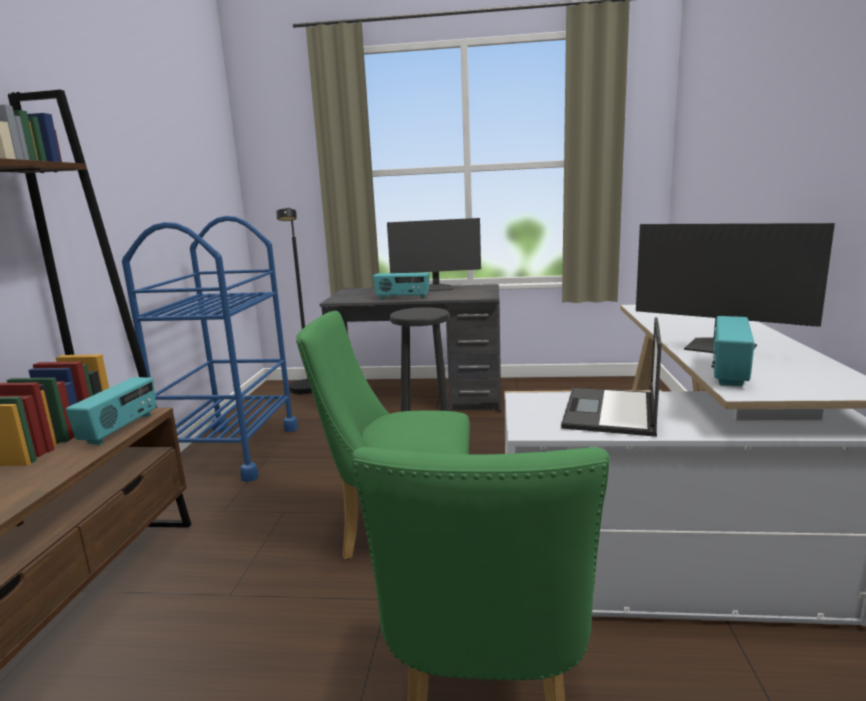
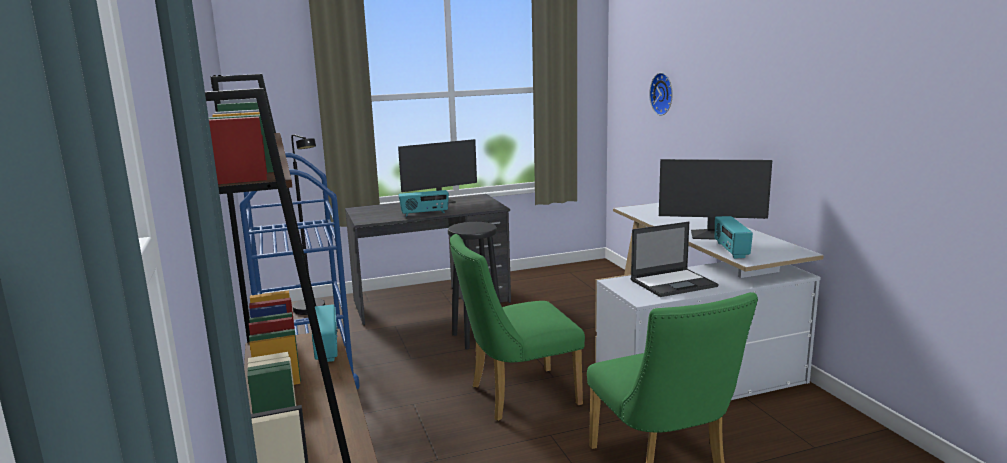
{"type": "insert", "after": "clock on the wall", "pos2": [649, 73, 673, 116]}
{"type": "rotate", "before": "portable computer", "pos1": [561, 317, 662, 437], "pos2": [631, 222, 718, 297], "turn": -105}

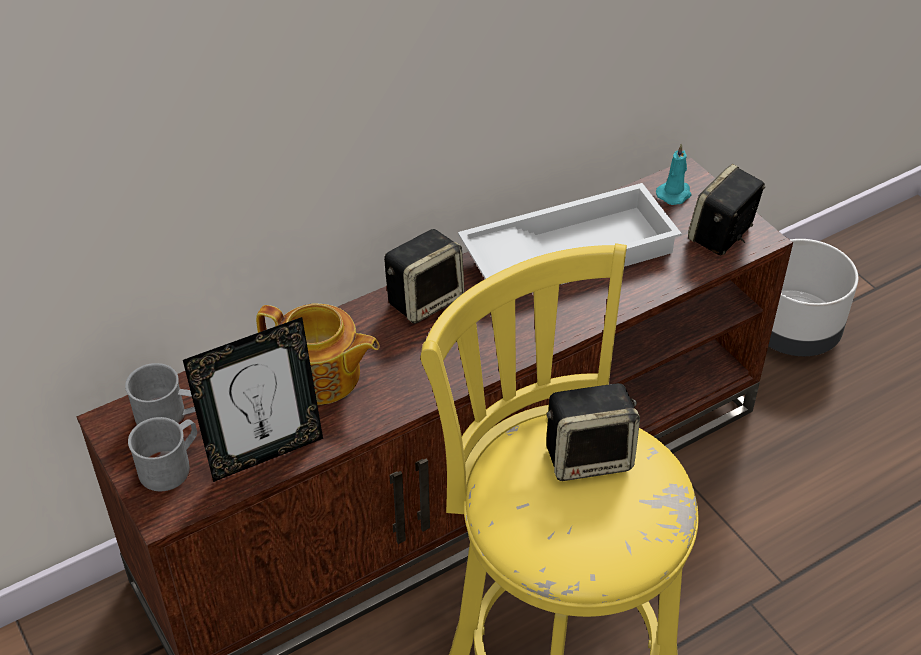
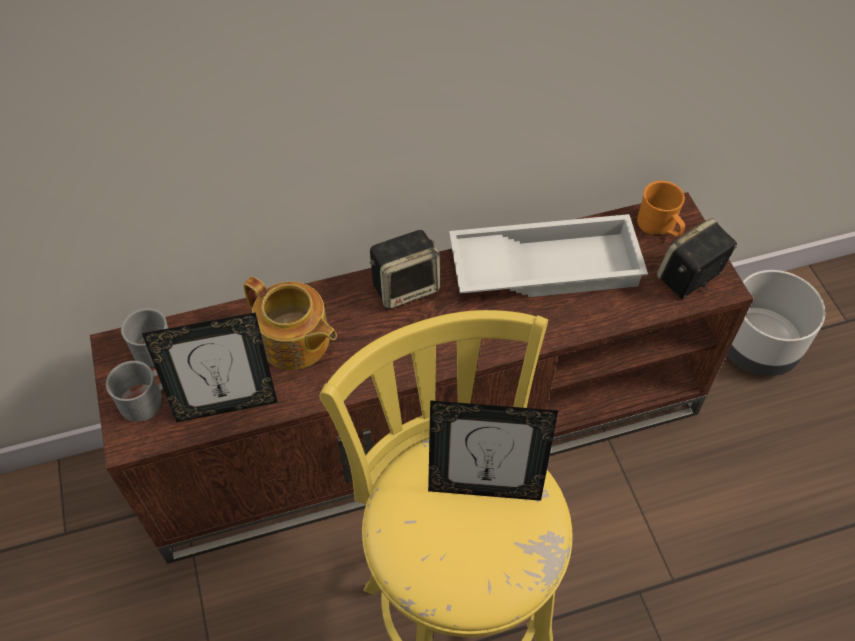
{"type": "replace", "before": "audio speaker", "after": "picture frame", "pos1": [546, 383, 640, 481], "pos2": [428, 400, 558, 501]}
{"type": "replace", "before": "blue-green candle", "after": "orange tea mug", "pos1": [656, 143, 692, 205], "pos2": [637, 181, 685, 236]}

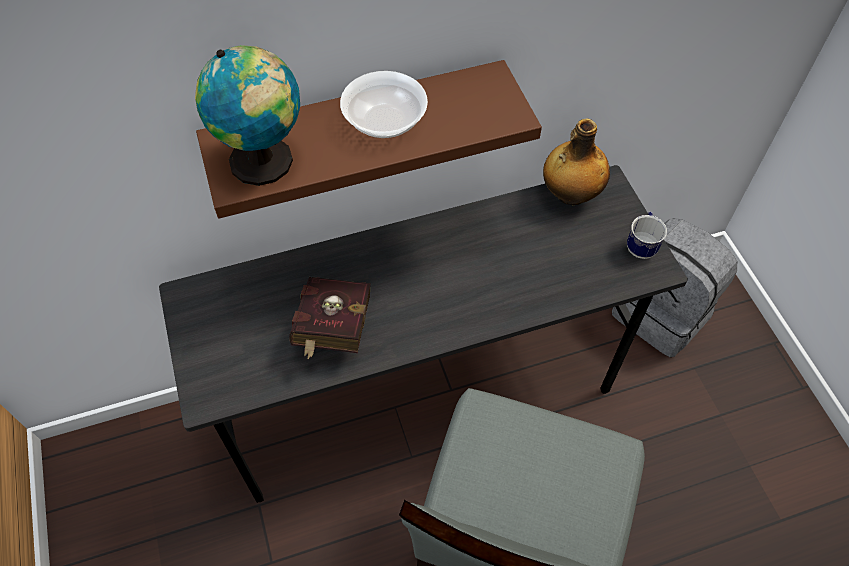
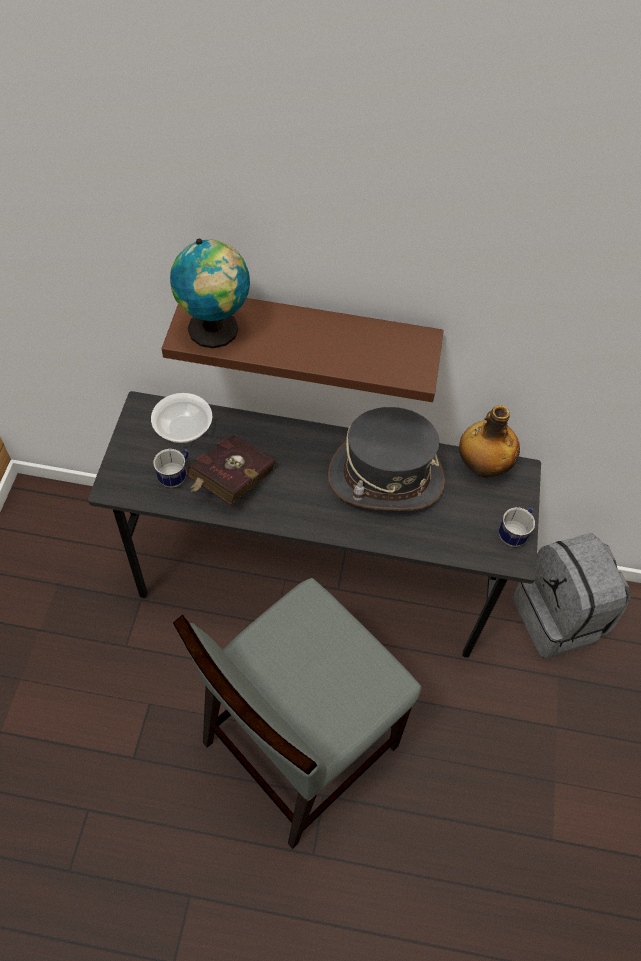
{"type": "insert", "after": "tea mug", "pos2": [153, 449, 189, 488]}
{"type": "insert", "after": "greyish hat", "pos2": [327, 407, 445, 511]}
{"type": "move", "before": "deep dish", "pos1": [340, 71, 428, 138], "pos2": [151, 393, 212, 443]}

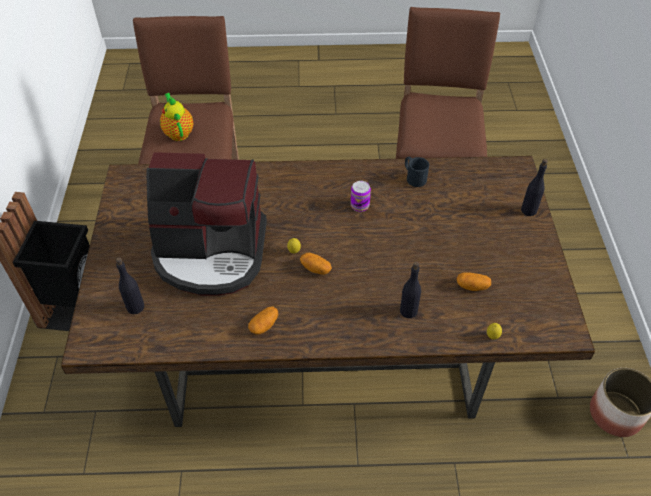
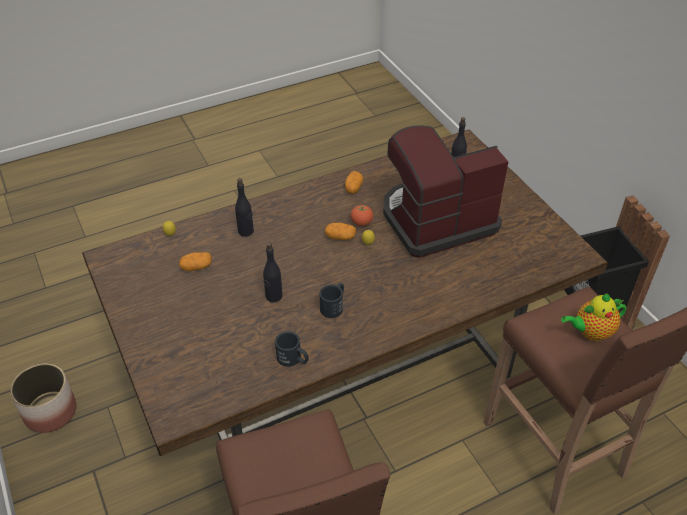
{"type": "insert", "after": "fresh tomato", "pos2": [351, 205, 373, 226]}
{"type": "move", "before": "black beverage bottle", "pos1": [521, 159, 548, 216], "pos2": [263, 242, 283, 302]}
{"type": "replace", "before": "metal can", "after": "black tea mug", "pos1": [351, 181, 371, 212], "pos2": [319, 283, 344, 318]}
{"type": "rotate", "before": "tea pot", "pos1": [160, 93, 193, 141], "pos2": [561, 293, 626, 341], "turn": 120}

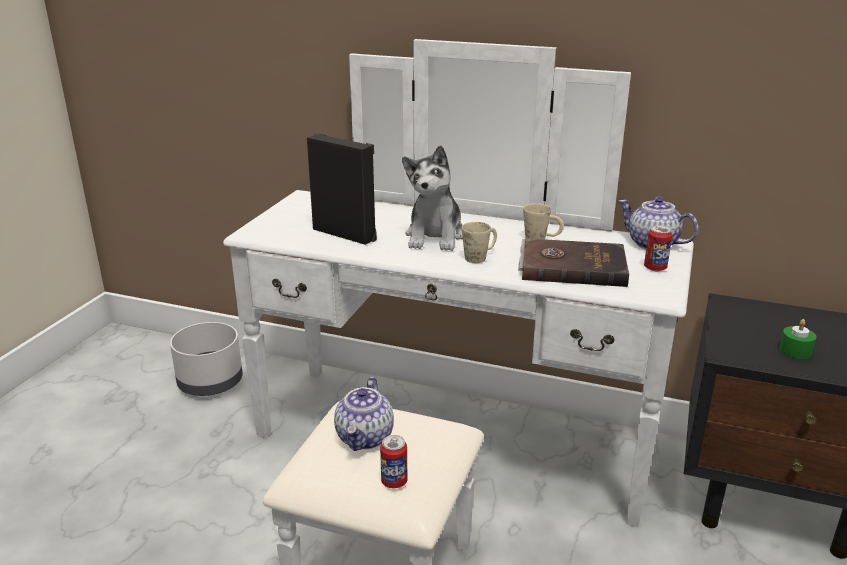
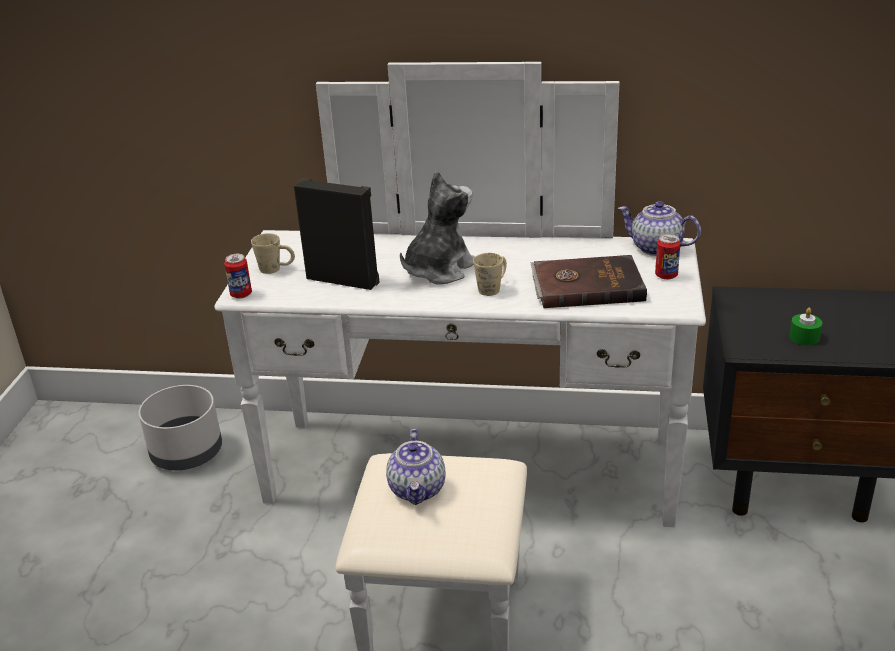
{"type": "move", "before": "metal can", "pos1": [380, 435, 407, 488], "pos2": [224, 254, 252, 299]}
{"type": "move", "before": "sand-coloured tea mug", "pos1": [523, 203, 564, 239], "pos2": [251, 233, 295, 274]}
{"type": "rotate", "before": "cuddly toy", "pos1": [402, 145, 463, 251], "pos2": [400, 171, 474, 284], "turn": -135}

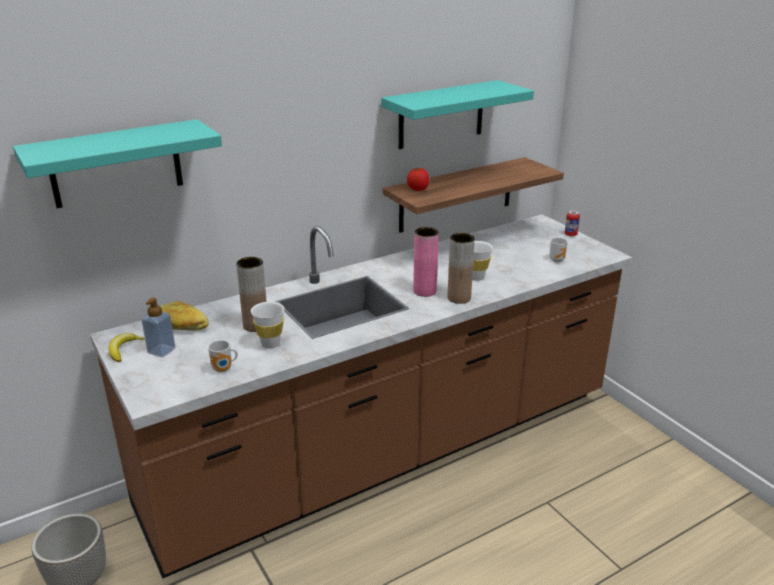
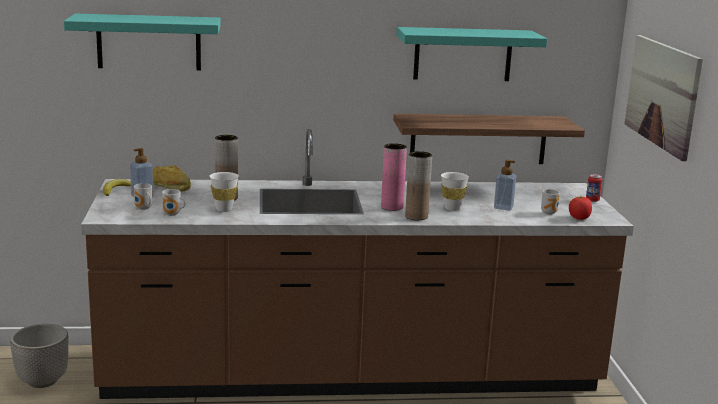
{"type": "insert", "after": "tea mug", "pos2": [134, 183, 152, 210]}
{"type": "insert", "after": "soap dispenser", "pos2": [494, 160, 516, 211]}
{"type": "insert", "after": "picture", "pos2": [625, 35, 703, 161]}
{"type": "move", "before": "fresh tomato", "pos1": [407, 167, 429, 191], "pos2": [569, 196, 592, 220]}

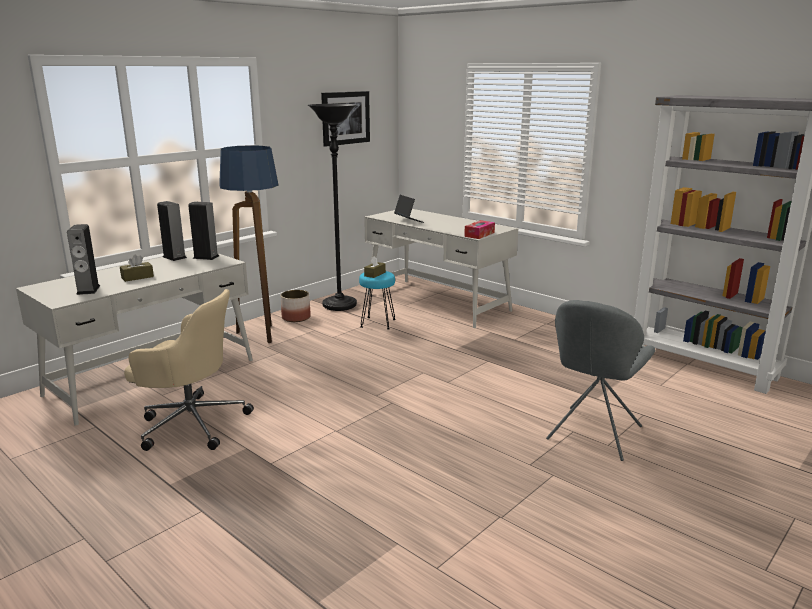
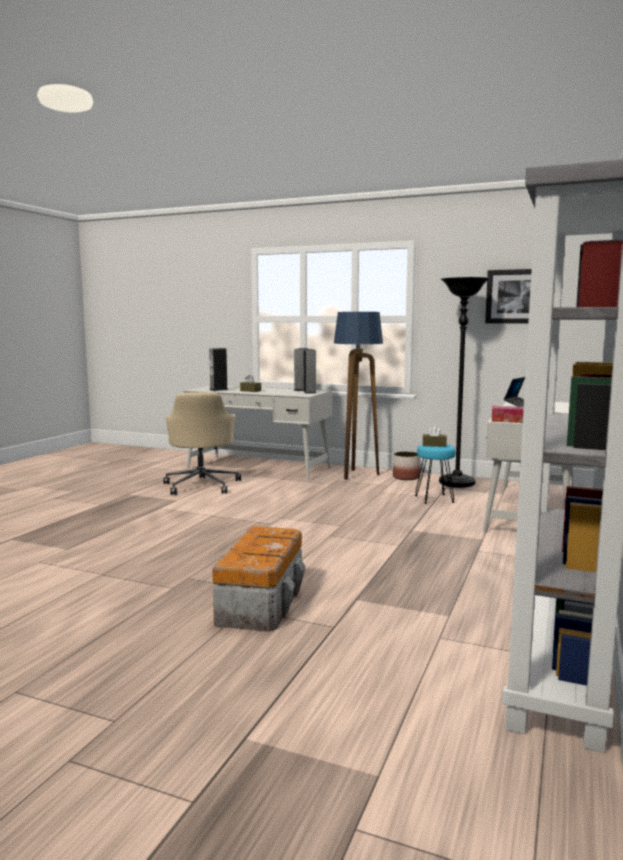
{"type": "replace", "before": "greyish chair", "after": "storage box", "pos1": [546, 300, 655, 461], "pos2": [212, 526, 305, 632]}

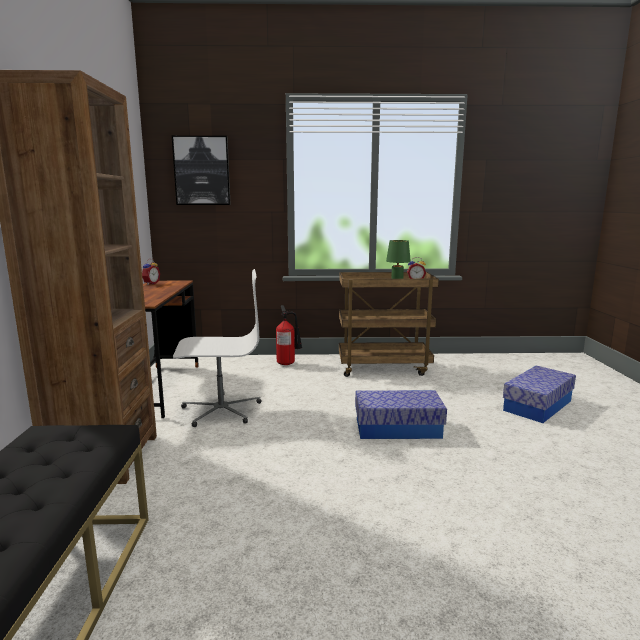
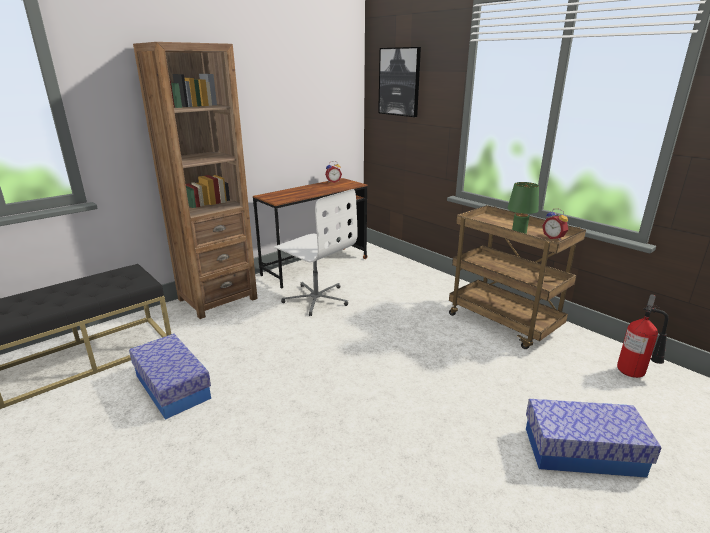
{"type": "move", "before": "fire extinguisher", "pos1": [276, 305, 302, 365], "pos2": [617, 294, 669, 378]}
{"type": "move", "before": "storage box", "pos1": [355, 390, 447, 439], "pos2": [129, 334, 211, 420]}

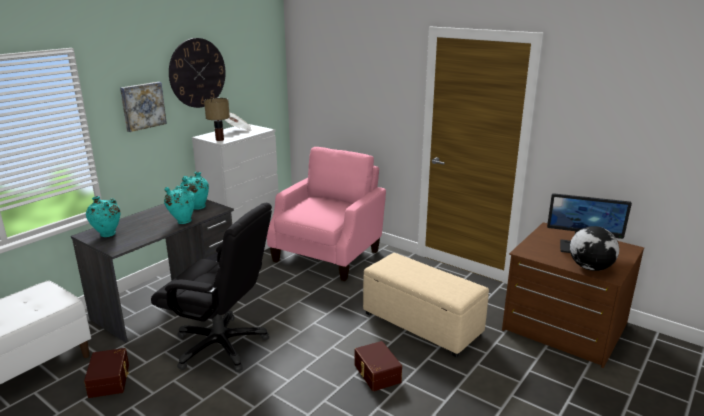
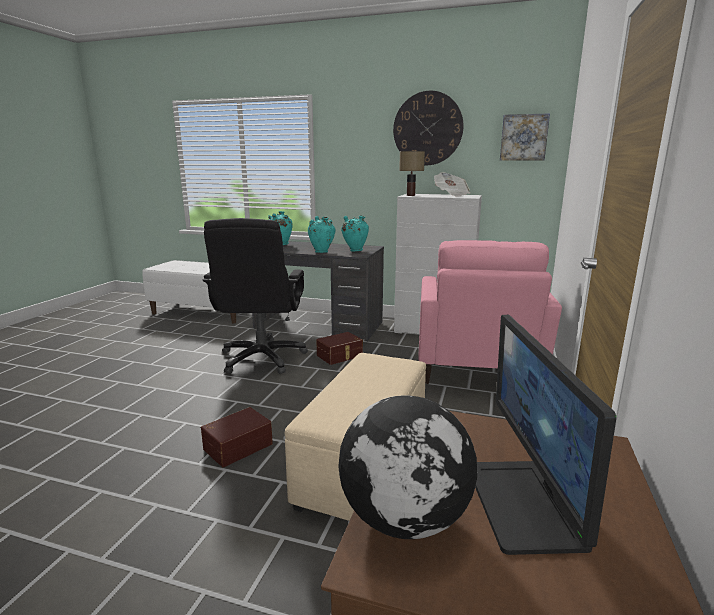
{"type": "move", "before": "brown storage box", "pos1": [84, 348, 129, 398], "pos2": [316, 332, 363, 365]}
{"type": "move", "before": "picture", "pos1": [120, 82, 167, 132], "pos2": [500, 113, 550, 160]}
{"type": "rotate", "before": "pinkish lounge chair", "pos1": [267, 147, 386, 281], "pos2": [418, 240, 562, 384], "turn": 90}

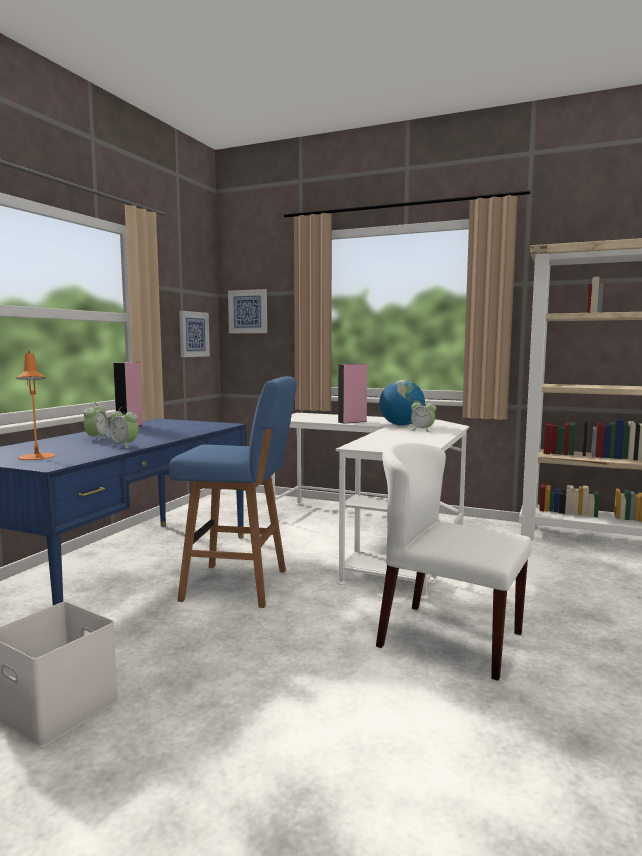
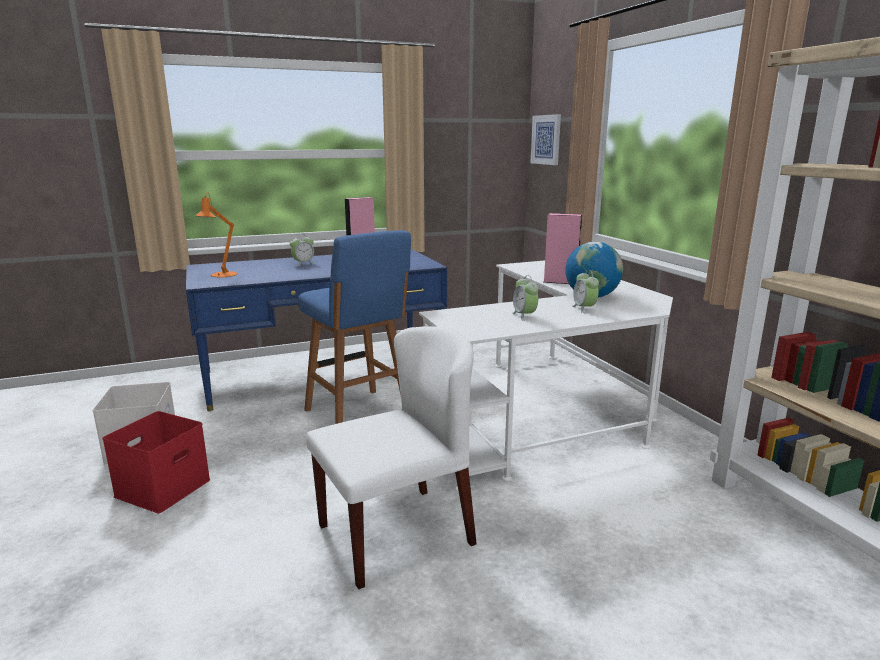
{"type": "delete", "before": "picture", "pos1": [179, 311, 210, 357]}
{"type": "insert", "after": "red storage box", "pos2": [102, 411, 210, 513]}
{"type": "move", "before": "table clock", "pos1": [109, 407, 138, 448], "pos2": [512, 275, 538, 321]}
{"type": "rotate", "before": "white-coloured chair", "pos1": [376, 442, 531, 680], "pos2": [306, 326, 477, 589], "turn": 75}

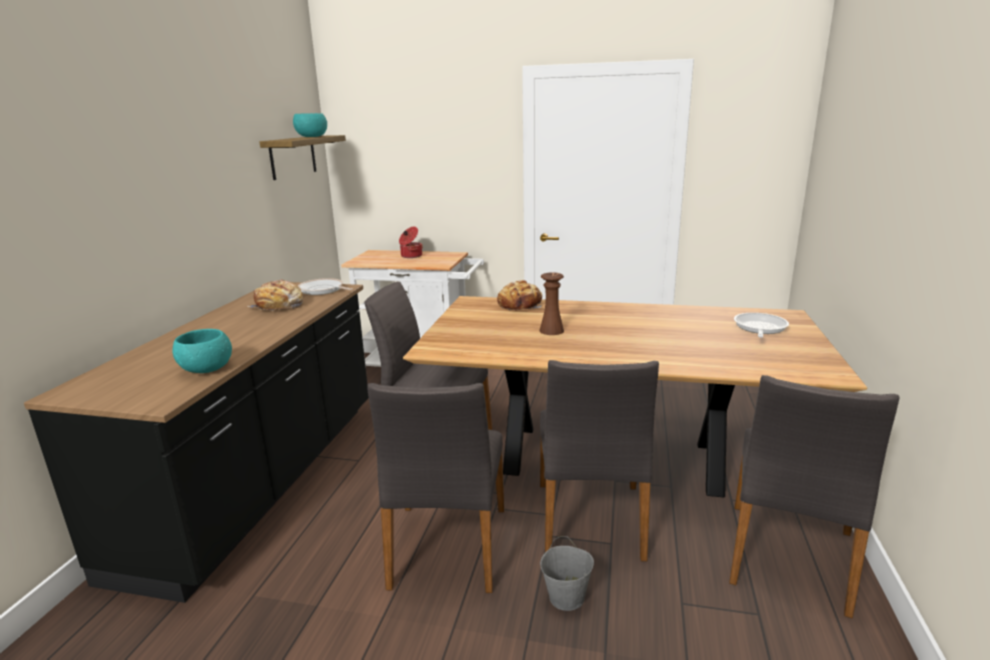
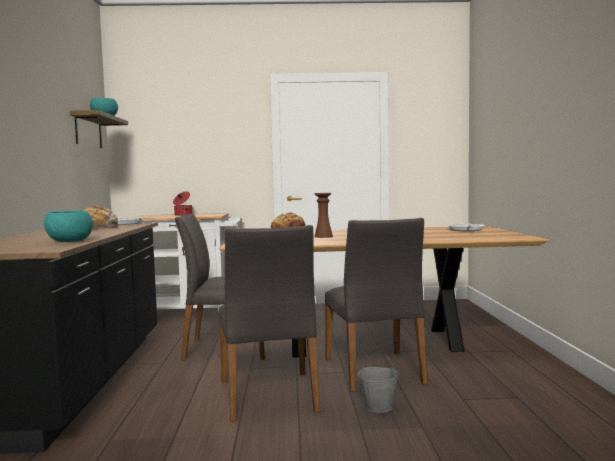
{"type": "delete", "before": "greyish chair", "pos1": [729, 375, 900, 619]}

